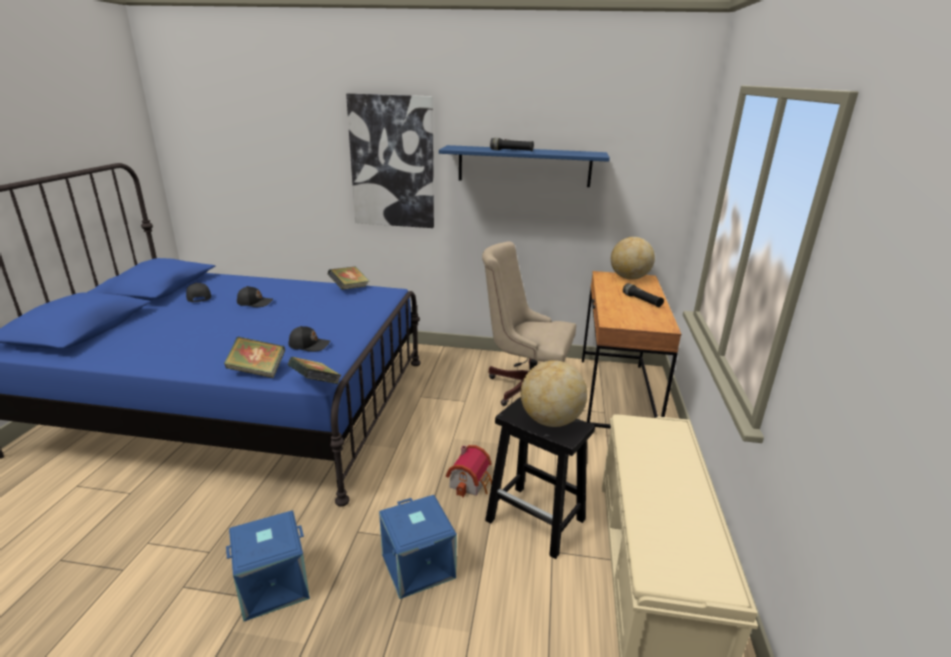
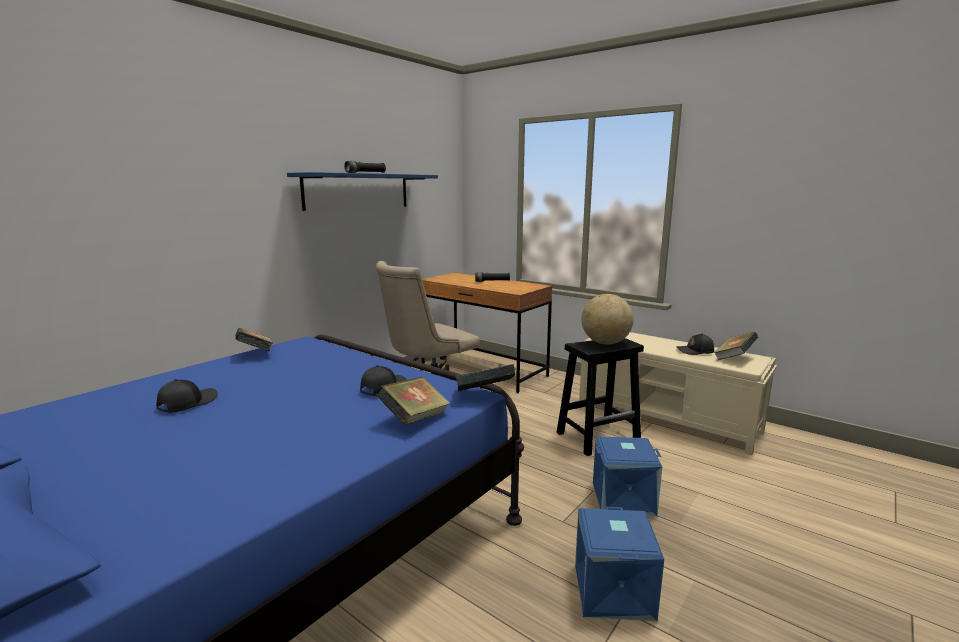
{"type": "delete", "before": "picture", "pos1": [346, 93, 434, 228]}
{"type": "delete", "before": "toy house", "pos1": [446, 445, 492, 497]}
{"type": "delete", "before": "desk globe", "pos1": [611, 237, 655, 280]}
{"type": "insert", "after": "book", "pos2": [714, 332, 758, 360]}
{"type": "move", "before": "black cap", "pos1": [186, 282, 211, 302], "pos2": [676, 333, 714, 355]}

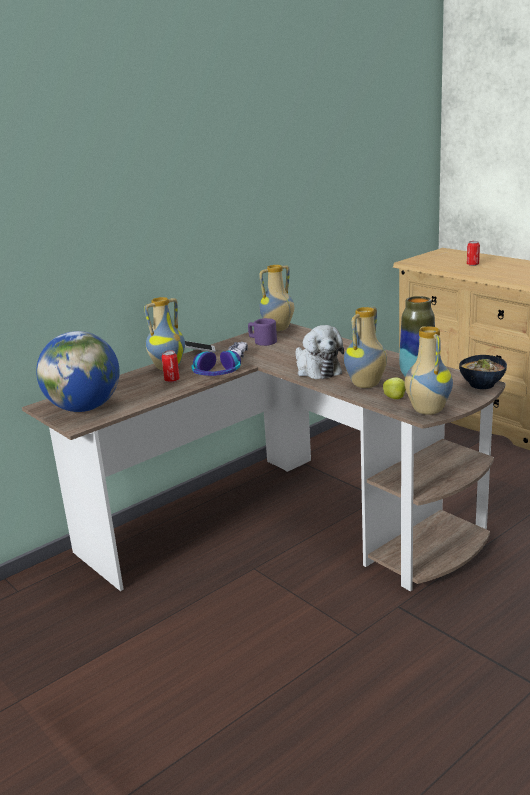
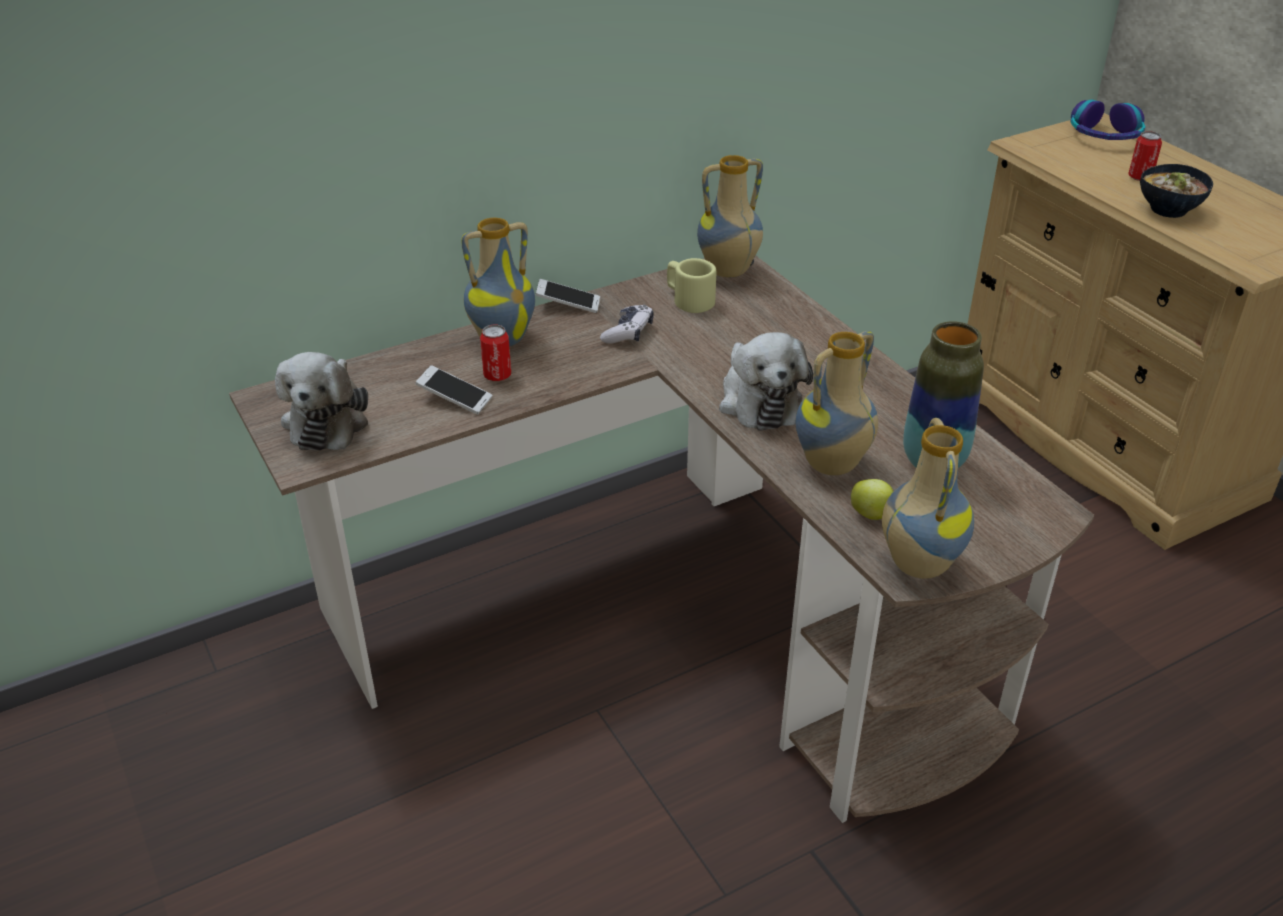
{"type": "insert", "after": "handset", "pos2": [416, 365, 492, 414]}
{"type": "move", "before": "headset", "pos1": [192, 350, 241, 376], "pos2": [1071, 100, 1145, 140]}
{"type": "move", "before": "deep dish", "pos1": [459, 355, 507, 389], "pos2": [1140, 164, 1213, 218]}
{"type": "replace", "before": "desk globe", "after": "cuddly toy", "pos1": [36, 331, 120, 412], "pos2": [275, 352, 368, 450]}
{"type": "recolor", "before": "purple tea mug", "after": "sand-coloured tea mug", "pos1": [248, 318, 277, 346], "pos2": [667, 258, 716, 313]}

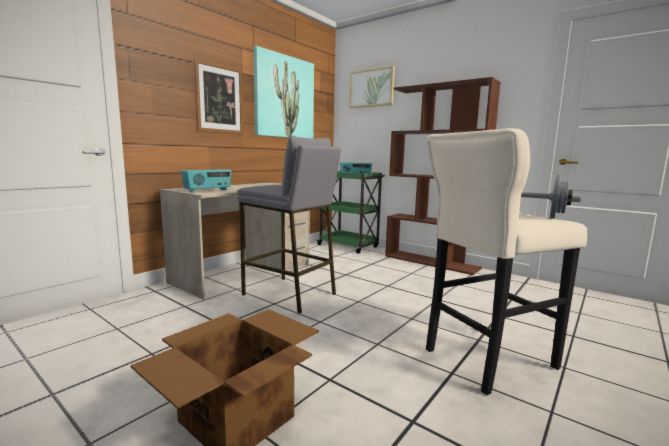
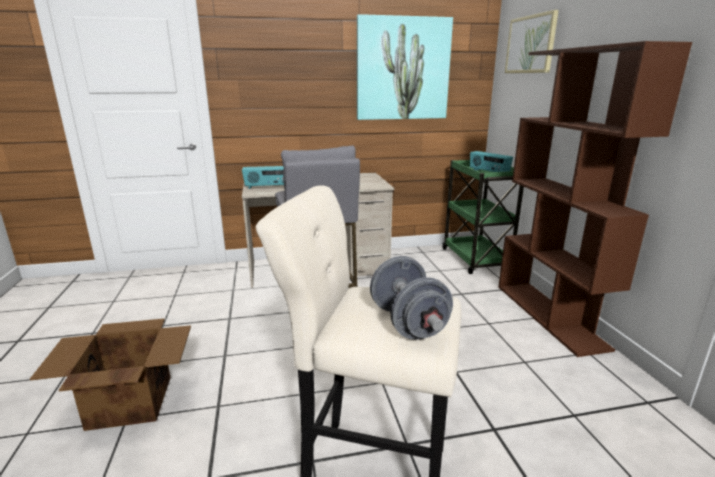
{"type": "delete", "before": "picture", "pos1": [193, 58, 244, 135]}

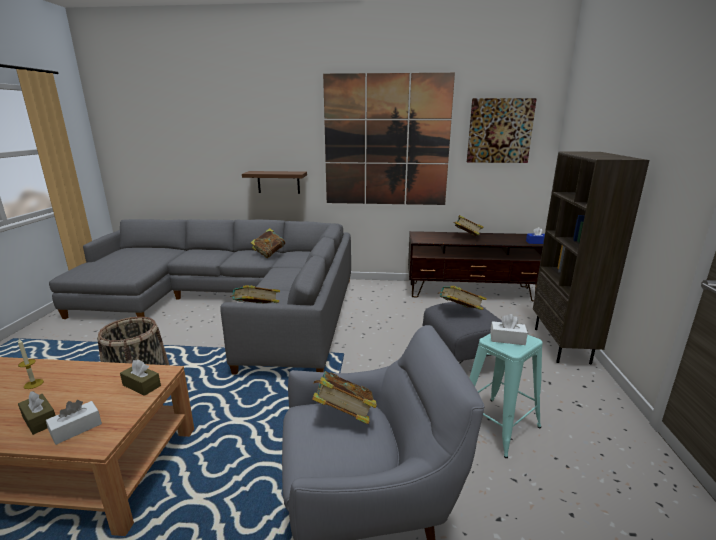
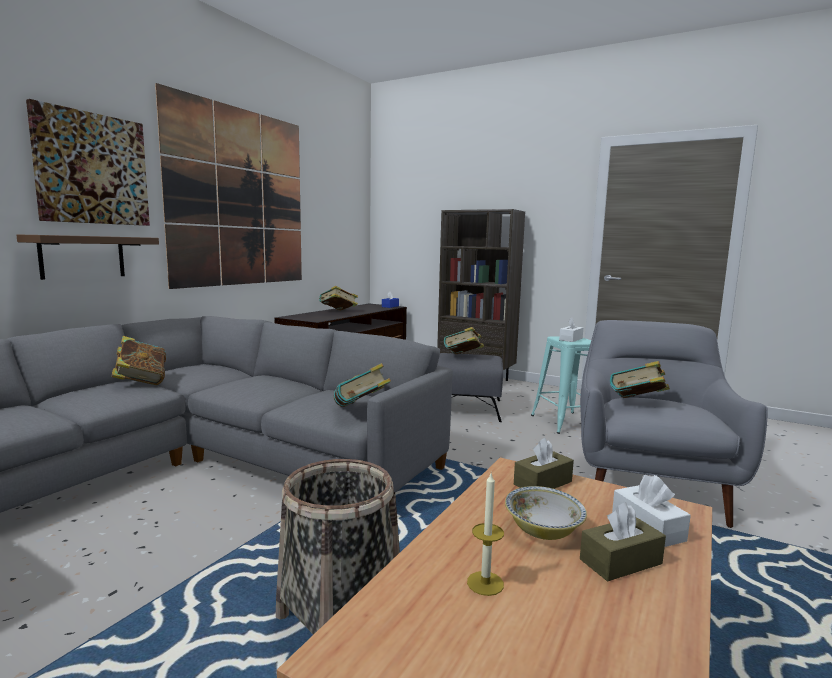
{"type": "insert", "after": "deep dish", "pos2": [505, 486, 587, 540]}
{"type": "move", "before": "picture", "pos1": [467, 98, 537, 163], "pos2": [26, 99, 150, 226]}

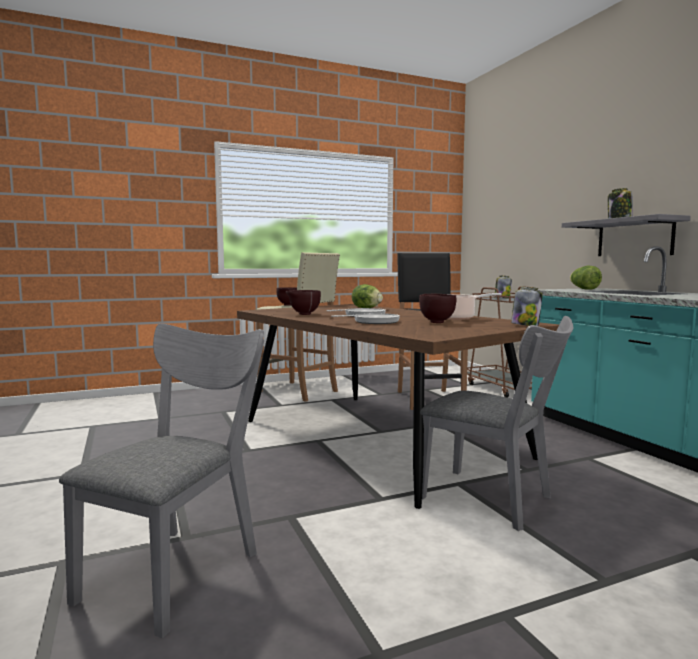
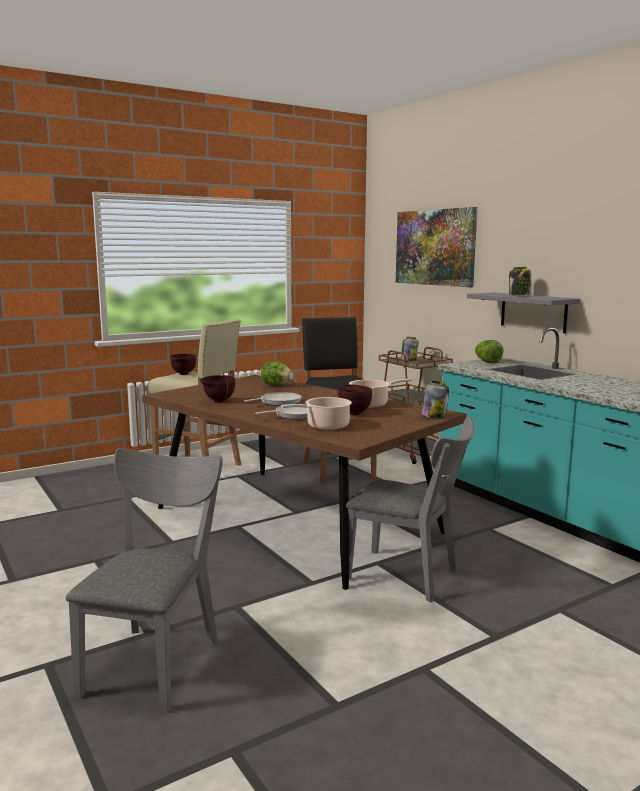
{"type": "insert", "after": "stockpot", "pos2": [281, 397, 352, 430]}
{"type": "insert", "after": "picture", "pos2": [396, 207, 477, 287]}

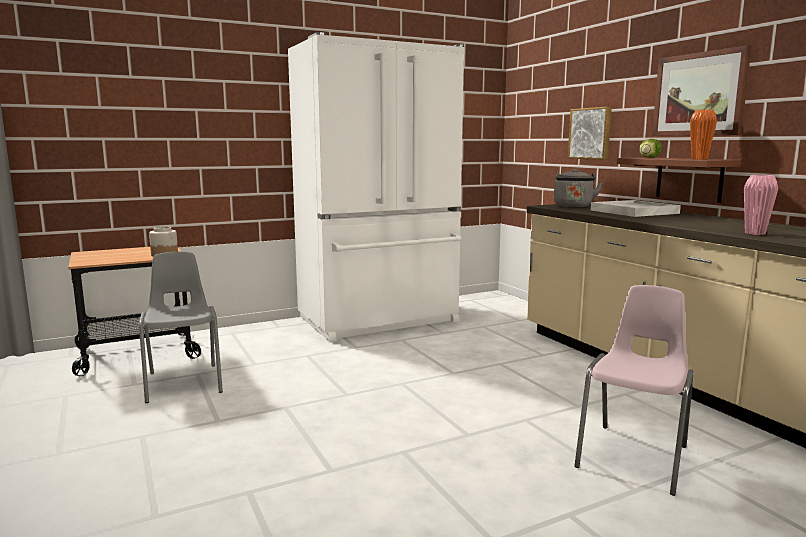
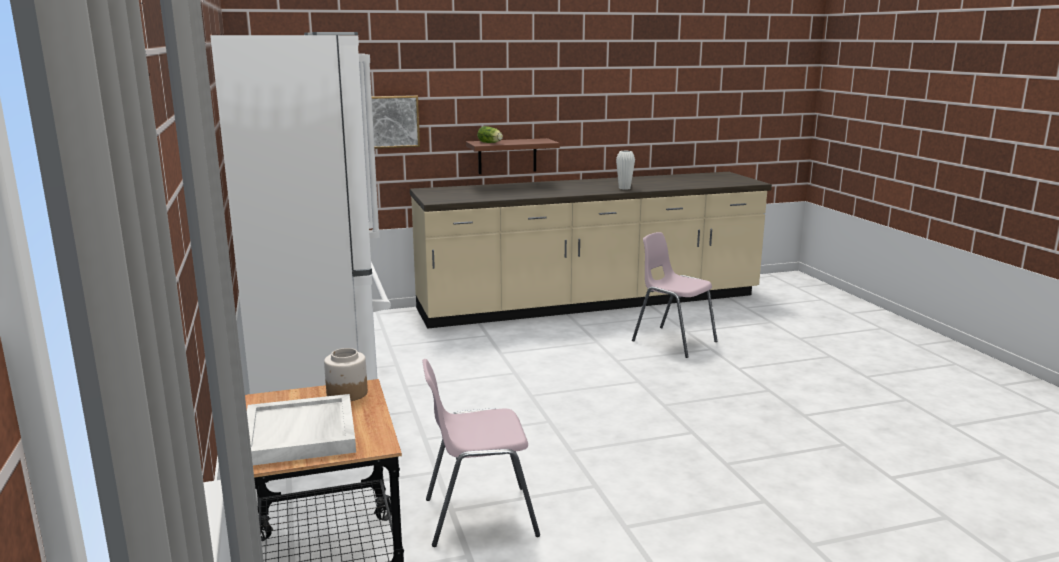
{"type": "delete", "before": "greyish kettle", "pos1": [554, 169, 602, 207]}
{"type": "delete", "before": "picture", "pos1": [652, 45, 752, 136]}
{"type": "delete", "before": "orange vase", "pos1": [690, 110, 717, 159]}
{"type": "move", "before": "white-coloured serving tray", "pos1": [591, 200, 681, 217], "pos2": [247, 394, 356, 465]}
{"type": "recolor", "before": "greyish chair", "after": "pinkish chair", "pos1": [139, 252, 223, 403], "pos2": [422, 359, 540, 547]}
{"type": "recolor", "before": "pinkish vase", "after": "white-coloured vase", "pos1": [744, 175, 778, 235], "pos2": [616, 151, 635, 190]}

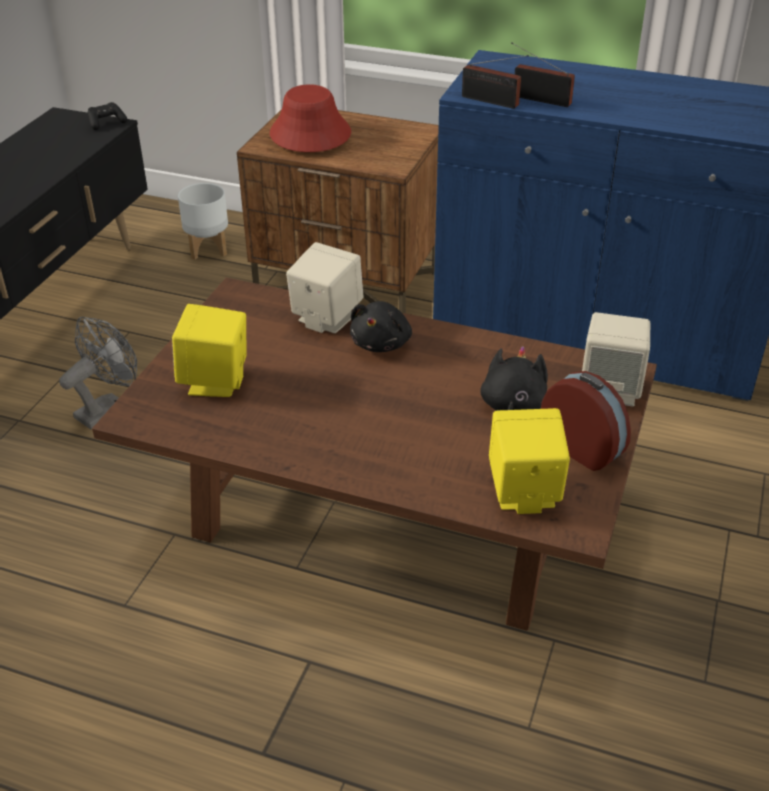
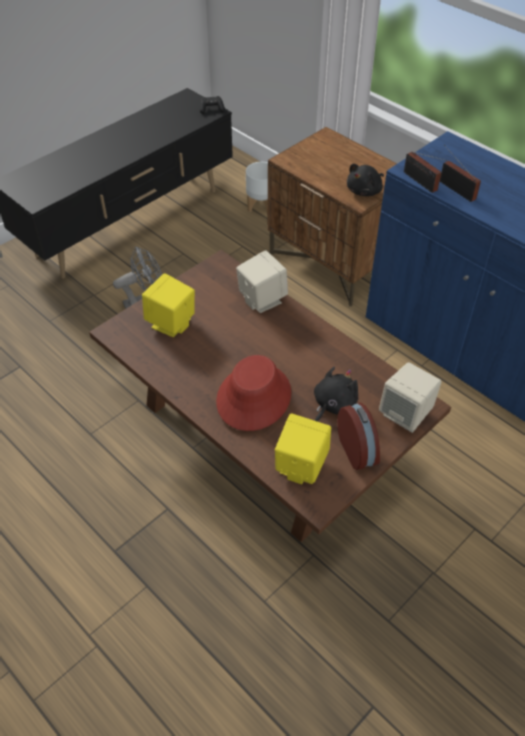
{"type": "move", "before": "red hat", "pos1": [270, 84, 351, 152], "pos2": [216, 355, 291, 431]}
{"type": "move", "before": "black cuddly toy", "pos1": [350, 301, 412, 352], "pos2": [347, 164, 384, 196]}

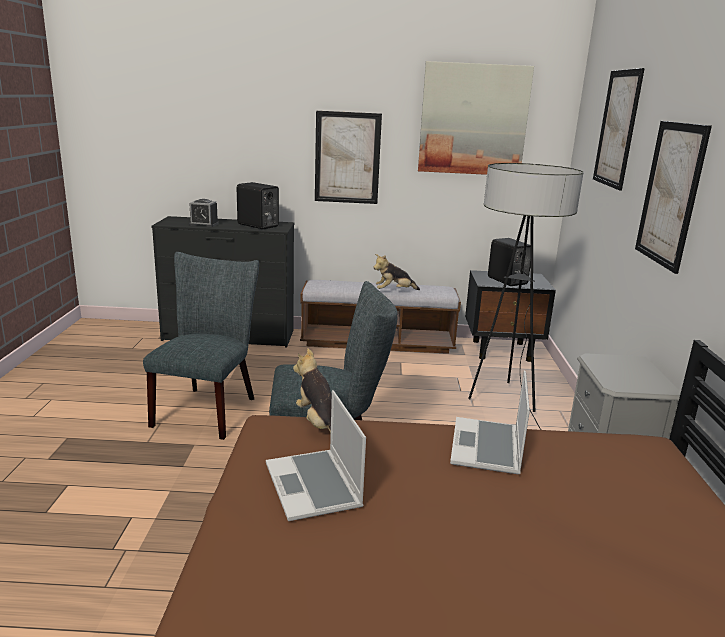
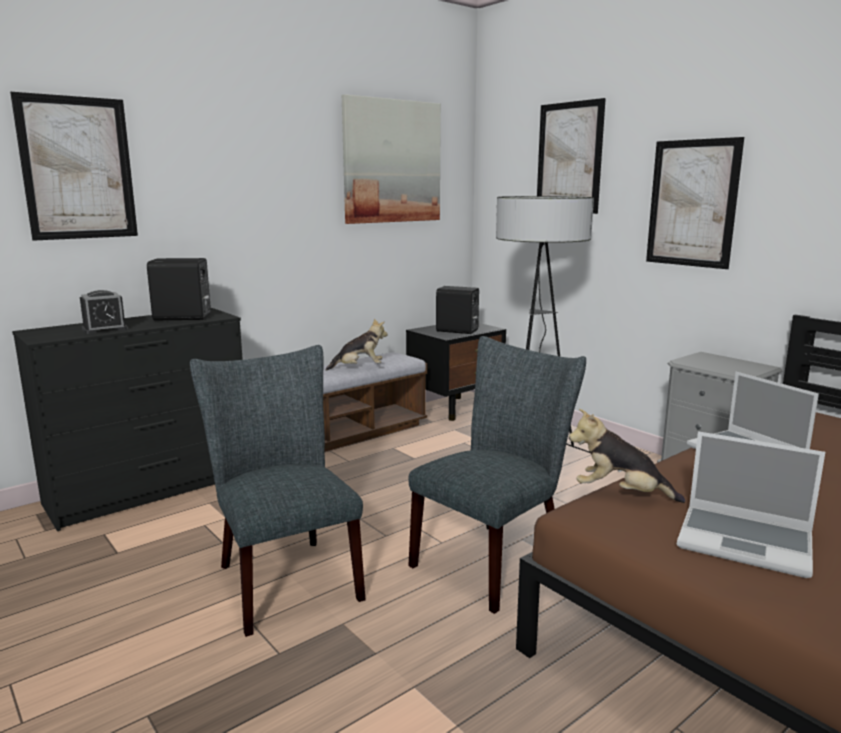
{"type": "move", "before": "picture", "pos1": [315, 111, 382, 204], "pos2": [10, 92, 138, 241]}
{"type": "rotate", "before": "cuddly toy", "pos1": [373, 254, 420, 290], "pos2": [326, 318, 388, 371], "turn": -135}

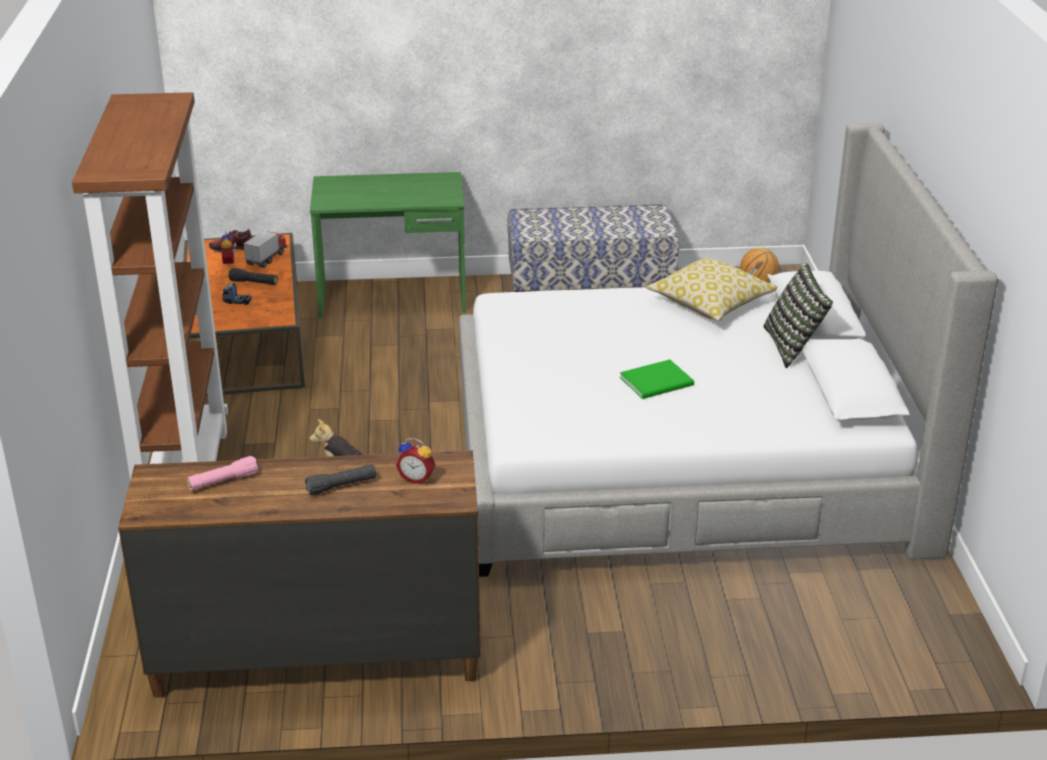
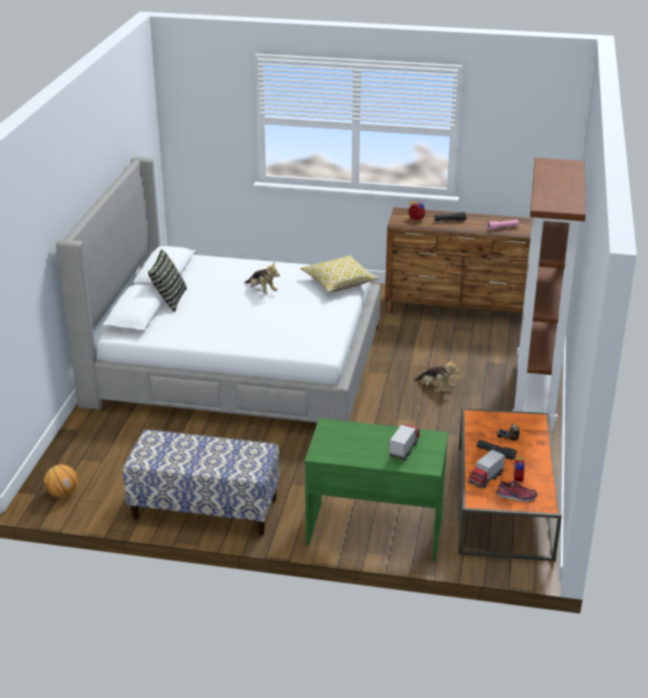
{"type": "insert", "after": "toy lorry", "pos2": [389, 424, 420, 461]}
{"type": "move", "before": "cushion", "pos1": [646, 257, 777, 321], "pos2": [300, 255, 379, 292]}
{"type": "replace", "before": "green book", "after": "cuddly toy", "pos1": [620, 359, 694, 399], "pos2": [245, 261, 280, 294]}

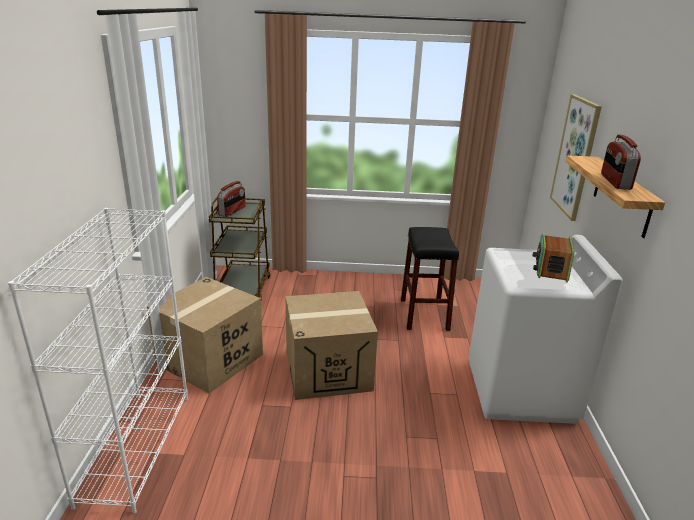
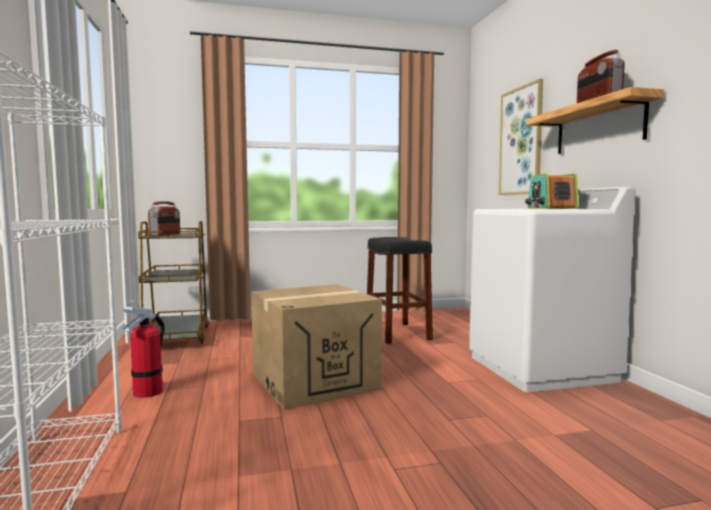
{"type": "replace", "before": "cardboard box", "after": "fire extinguisher", "pos1": [147, 277, 263, 393], "pos2": [122, 301, 165, 398]}

